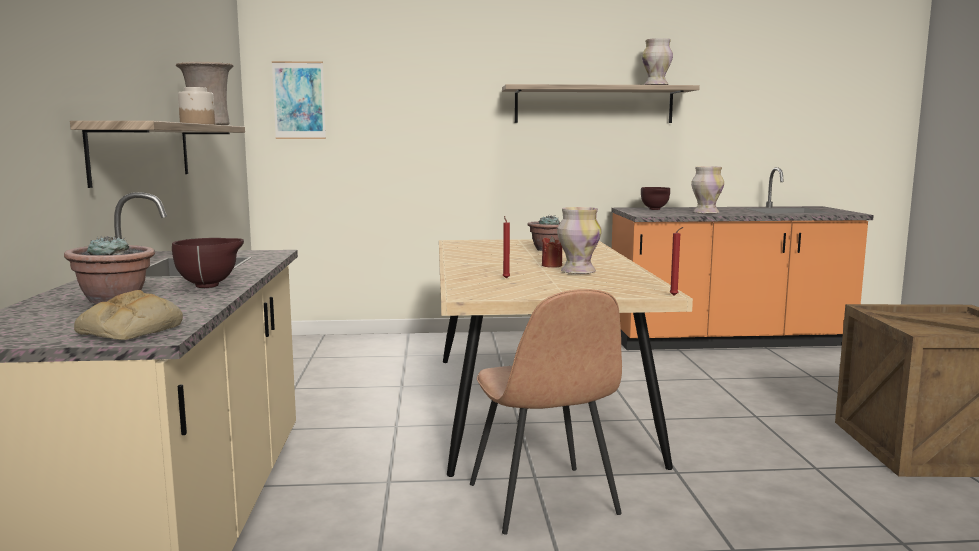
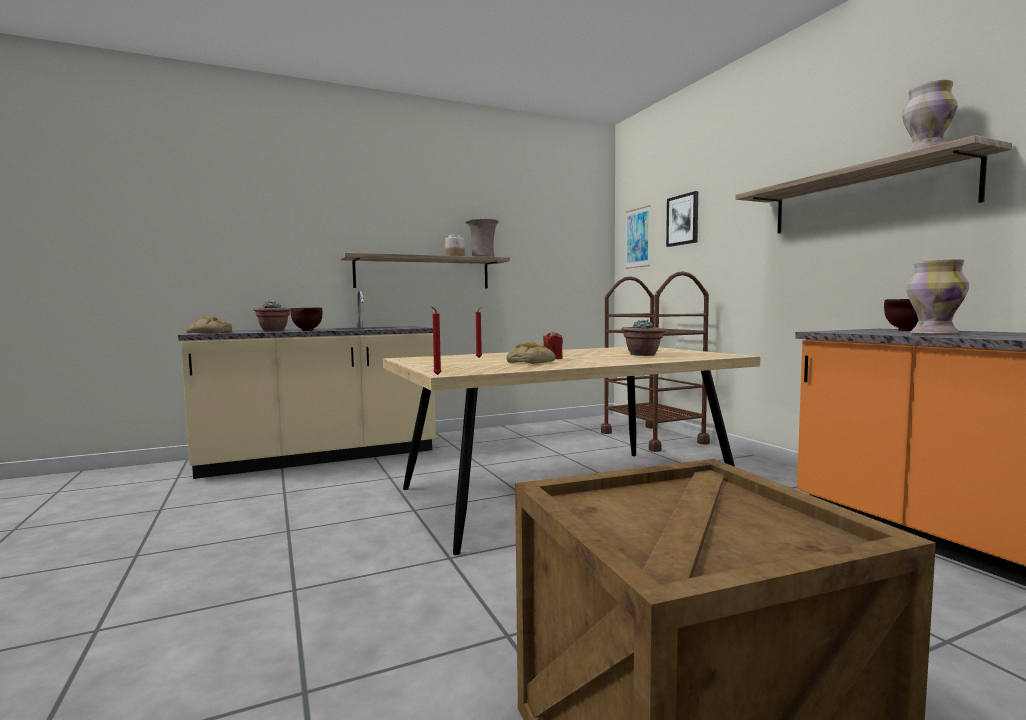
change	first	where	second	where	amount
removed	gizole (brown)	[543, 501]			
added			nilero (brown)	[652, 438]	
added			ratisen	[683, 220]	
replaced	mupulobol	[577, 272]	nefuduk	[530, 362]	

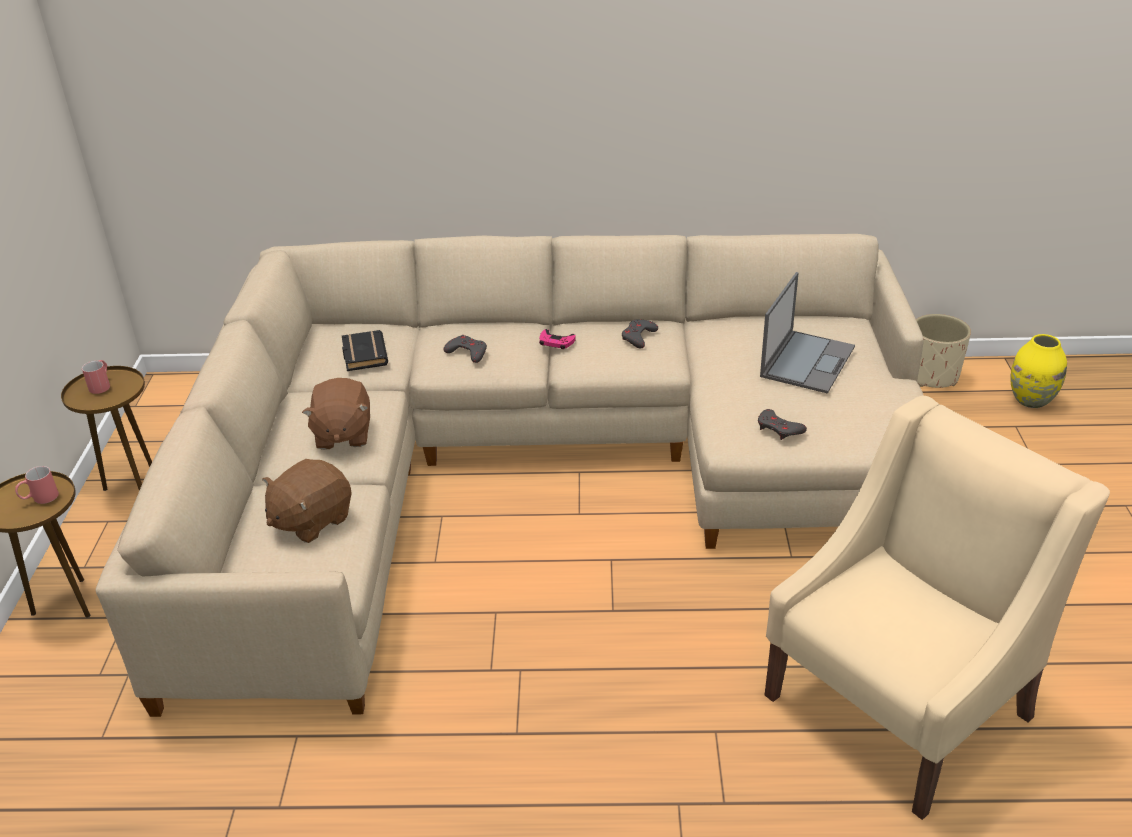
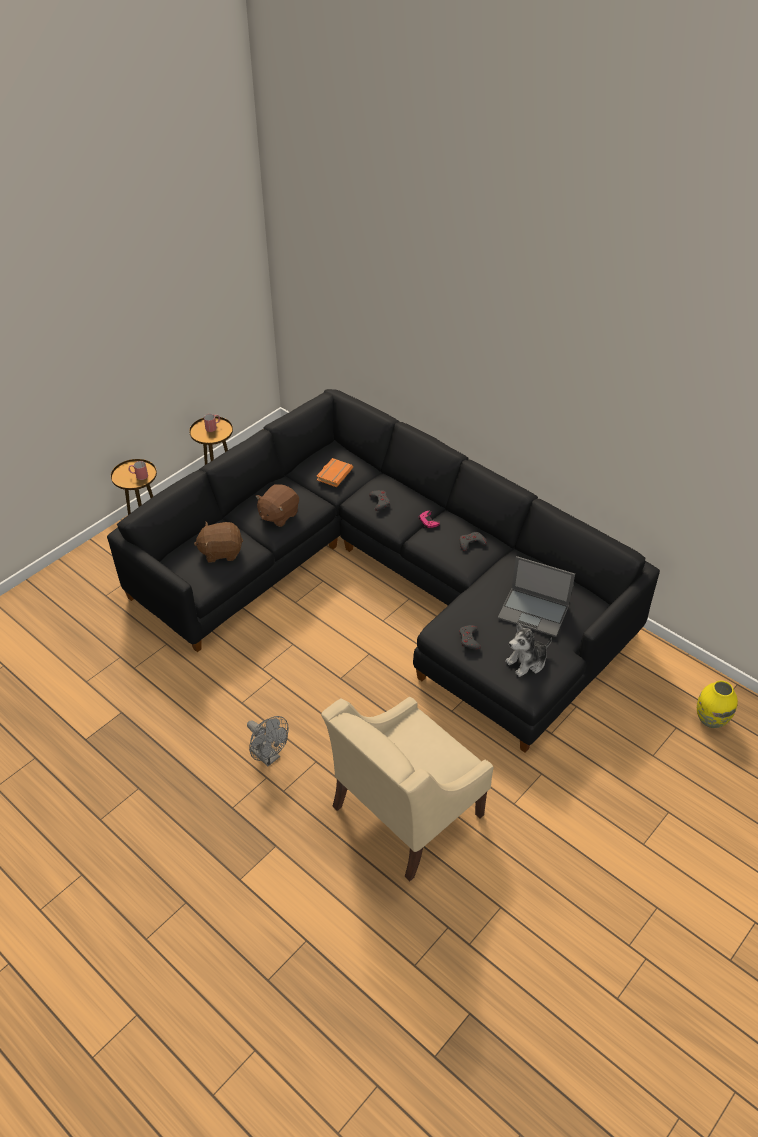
change	first	where	second	where	amount
removed	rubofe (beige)	[932, 376]			
added			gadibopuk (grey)	[268, 756]	
added			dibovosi	[527, 662]	
recoloured	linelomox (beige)	[531, 469]	linelomox (black)	[389, 582]	
recoloured	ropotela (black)	[363, 354]	ropotela (orange)	[334, 474]	
turned	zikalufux	[807, 361]		[534, 612]	45 degrees clockwise
turned	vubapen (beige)	[900, 705]		[406, 811]	135 degrees clockwise

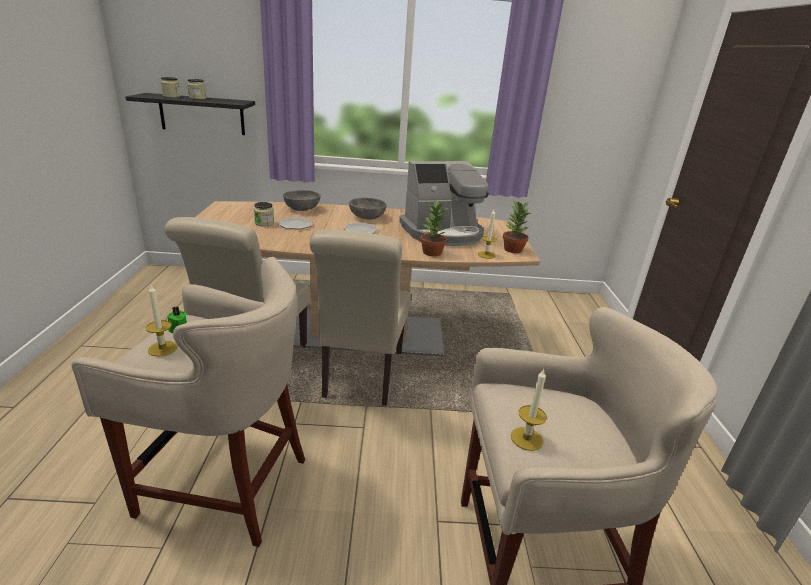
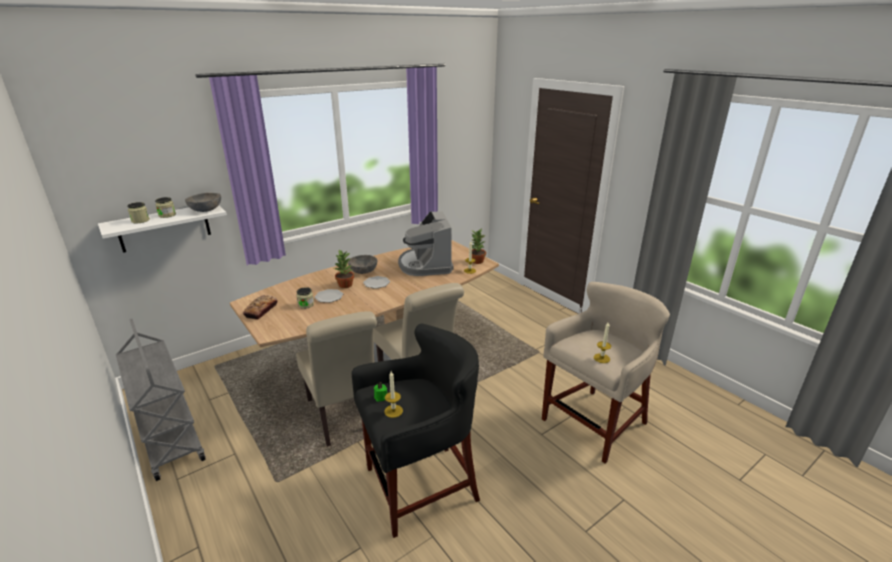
change	first	where	second	where	amount
added			nilero (grey)	[169, 438]	
added			nefuduk	[261, 310]	
moved	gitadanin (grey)	[302, 209]		[206, 210]	
moved	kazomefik	[431, 253]		[345, 285]	
recoloured	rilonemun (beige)	[224, 482]	rilonemun (black)	[420, 487]	
recoloured	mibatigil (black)	[202, 114]	mibatigil (white)	[164, 227]	
turned	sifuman	[443, 233]		[426, 265]	135 degrees clockwise

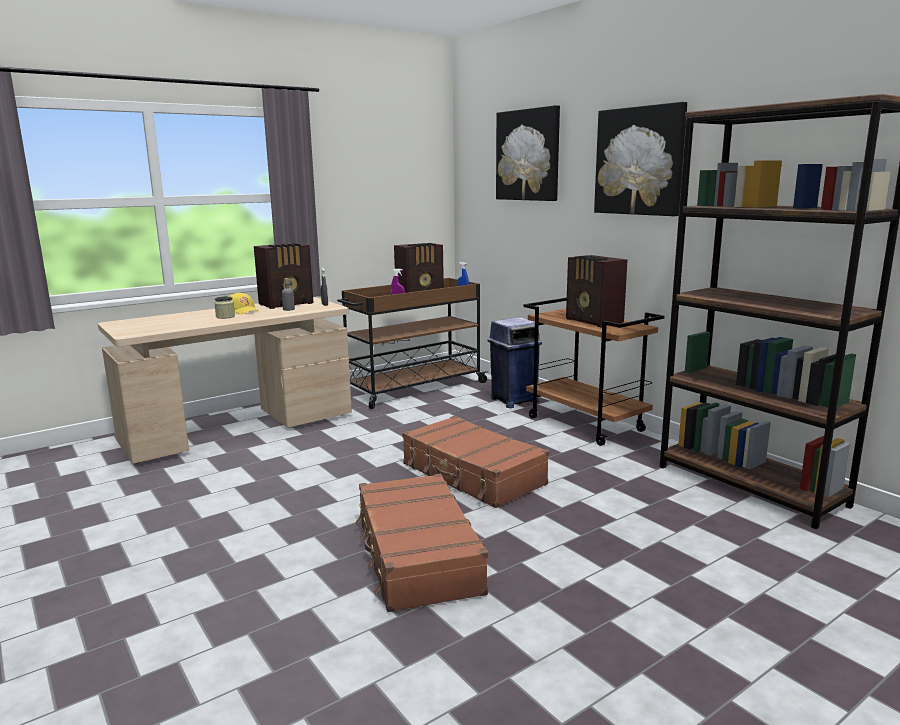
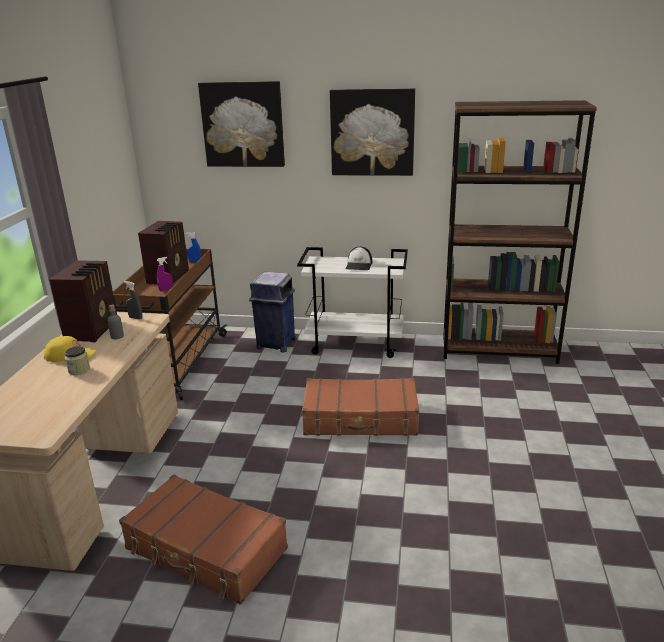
change	first	where	second	where	amount
moved	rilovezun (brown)	[416, 555]		[206, 550]	
replaced	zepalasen	[594, 321]	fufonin	[359, 265]	
recoloured	nilero (brown)	[586, 424]	nilero (white)	[356, 344]	

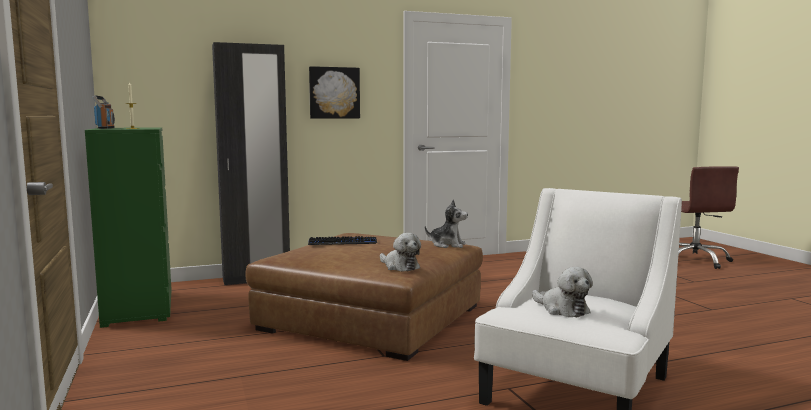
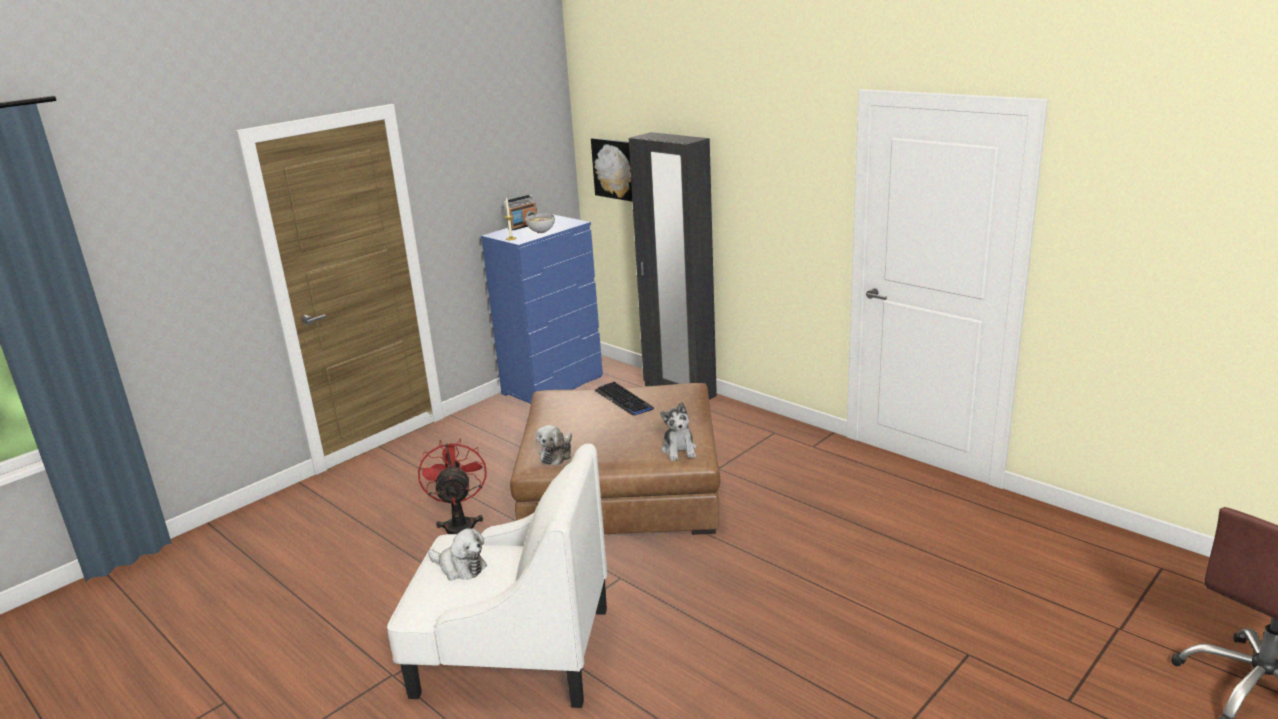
change	first	where	second	where	amount
added			gadibopuk (red)	[460, 525]	
added			gitadanin	[541, 232]	
moved	ratisen	[334, 93]		[617, 168]	
recoloured	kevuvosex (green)	[139, 308]	kevuvosex (blue)	[553, 385]	
turned	dibovosi	[562, 309]		[460, 567]	90 degrees counterclockwise

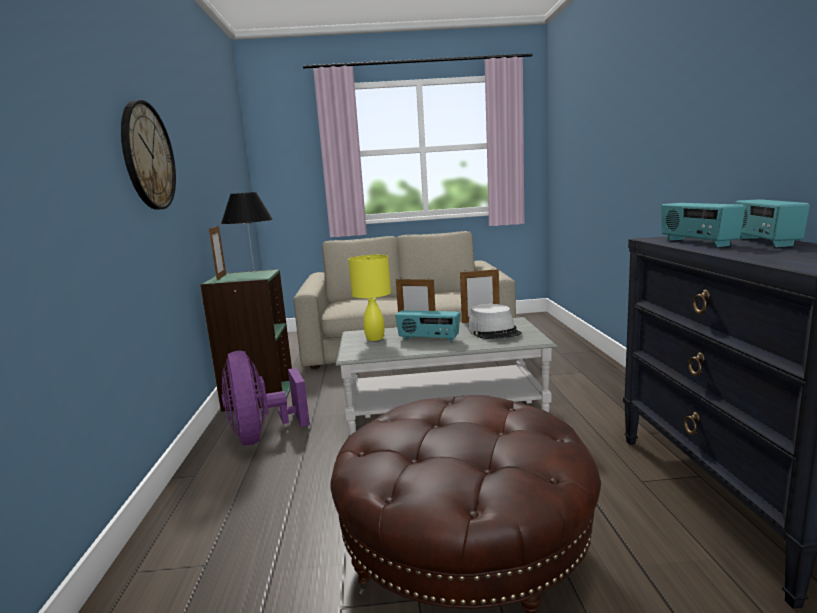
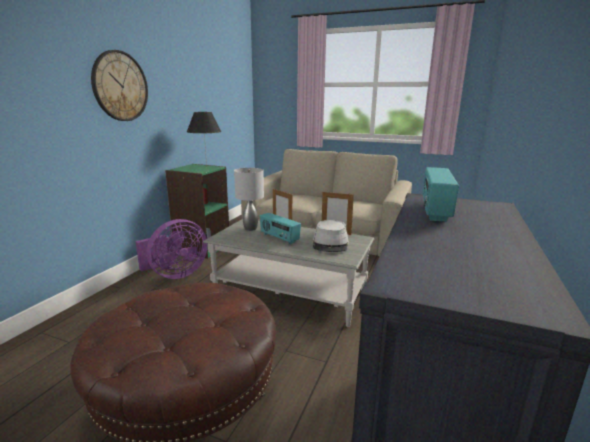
change	first	where	second	where	amount
removed	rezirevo	[221, 277]			
removed	zepalasen	[764, 242]			
recoloured	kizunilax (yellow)	[375, 338]	kizunilax (grey)	[250, 228]	
turned	gadibopuk (purple)	[262, 435]		[175, 274]	135 degrees counterclockwise

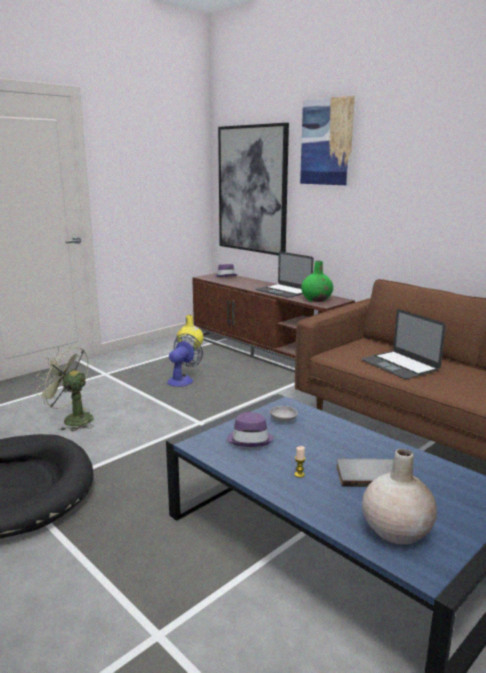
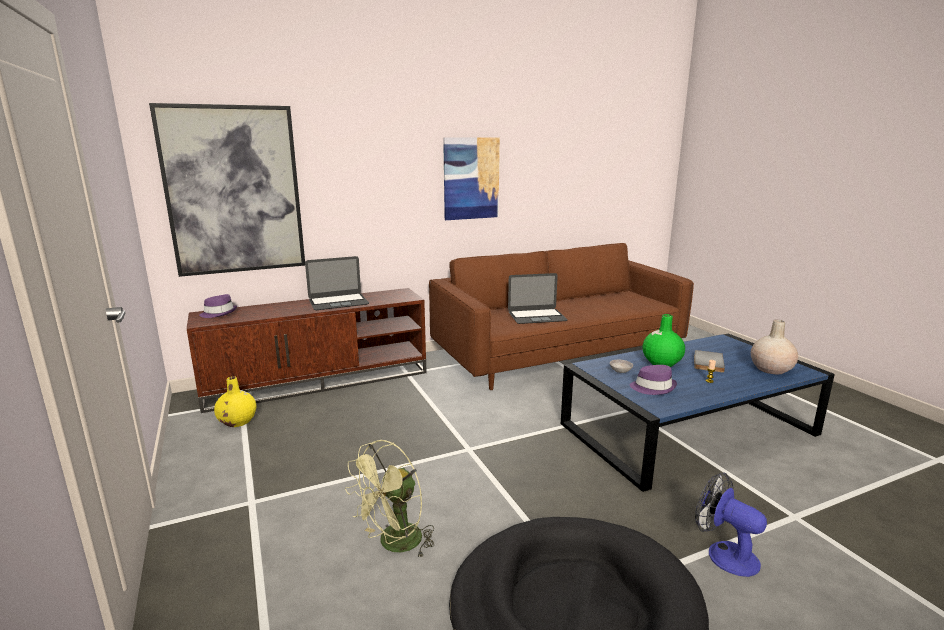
change	first	where	second	where	amount
moved	gadibopuk	[183, 379]		[724, 553]	
moved	ratisen	[326, 142]		[471, 178]	
moved	mupulobol (green)	[316, 299]		[661, 362]	

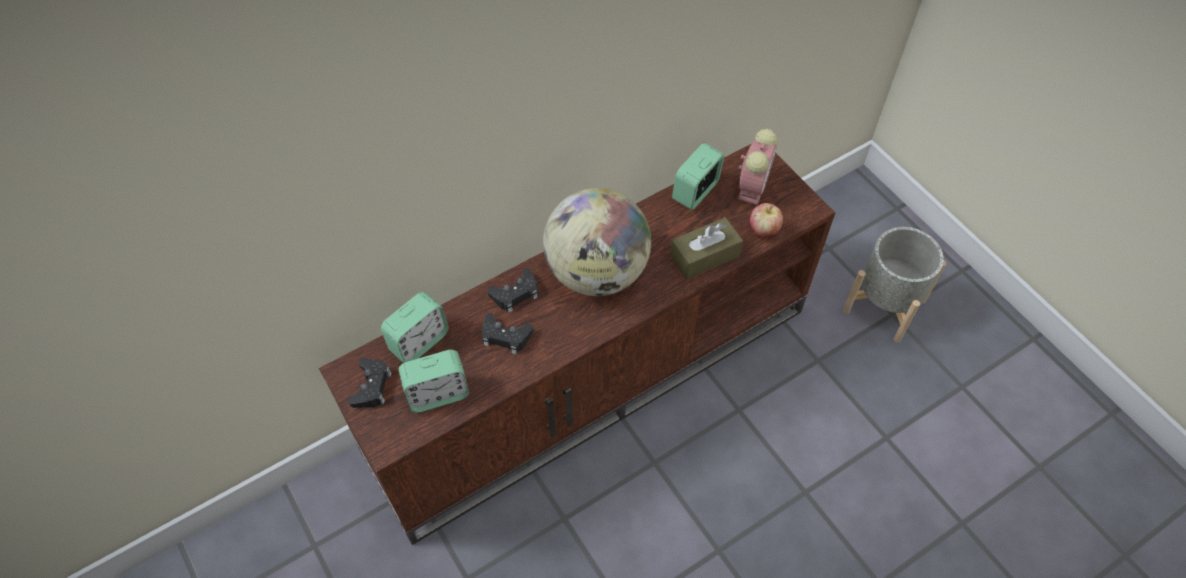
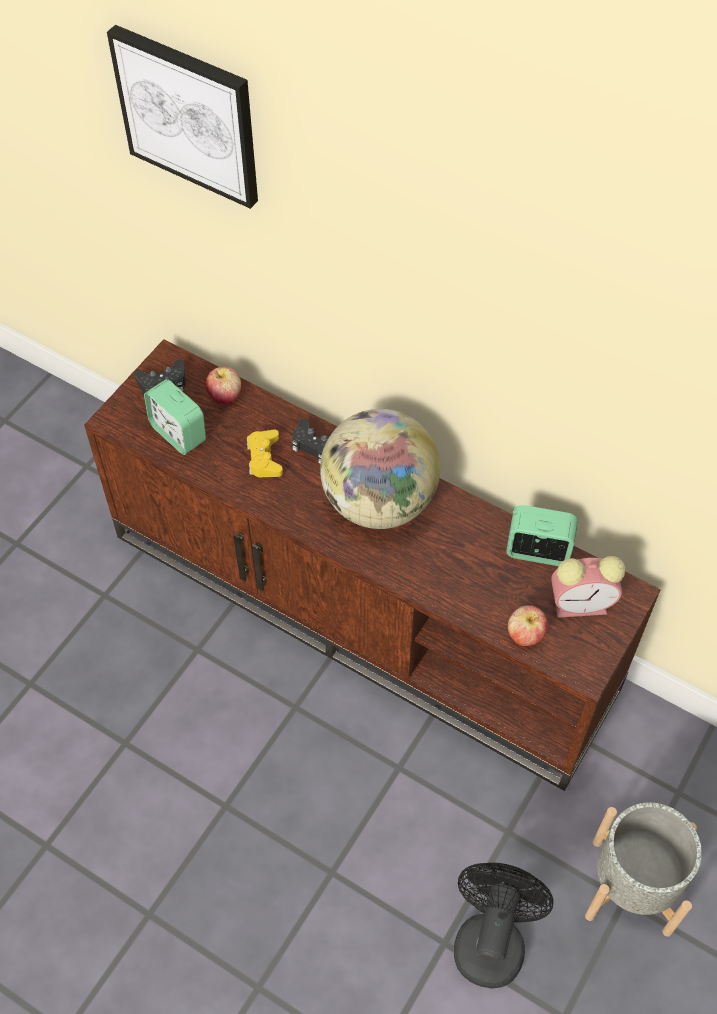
change	first	where	second	where	amount
removed	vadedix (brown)	[704, 256]			
added			ratisen	[189, 115]	
added			gadibopuk (black)	[491, 939]	
replaced	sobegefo	[419, 342]	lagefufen	[225, 396]	
recoloured	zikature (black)	[505, 336]	zikature (yellow)	[264, 458]	

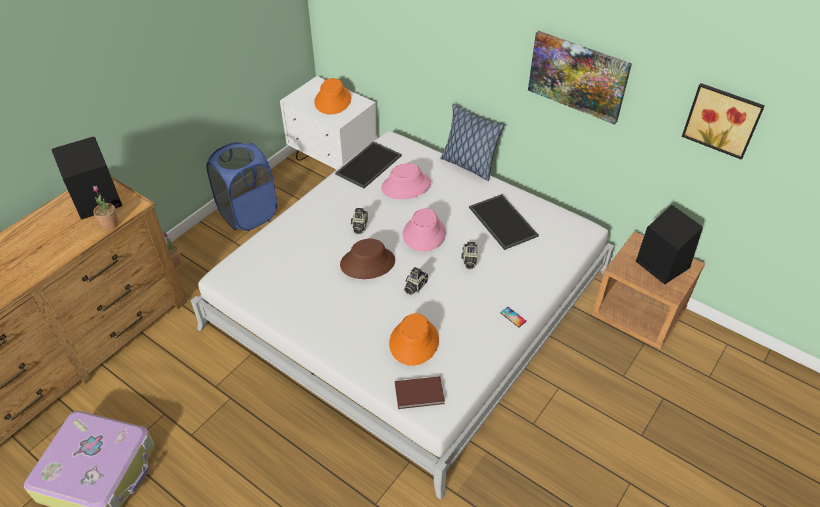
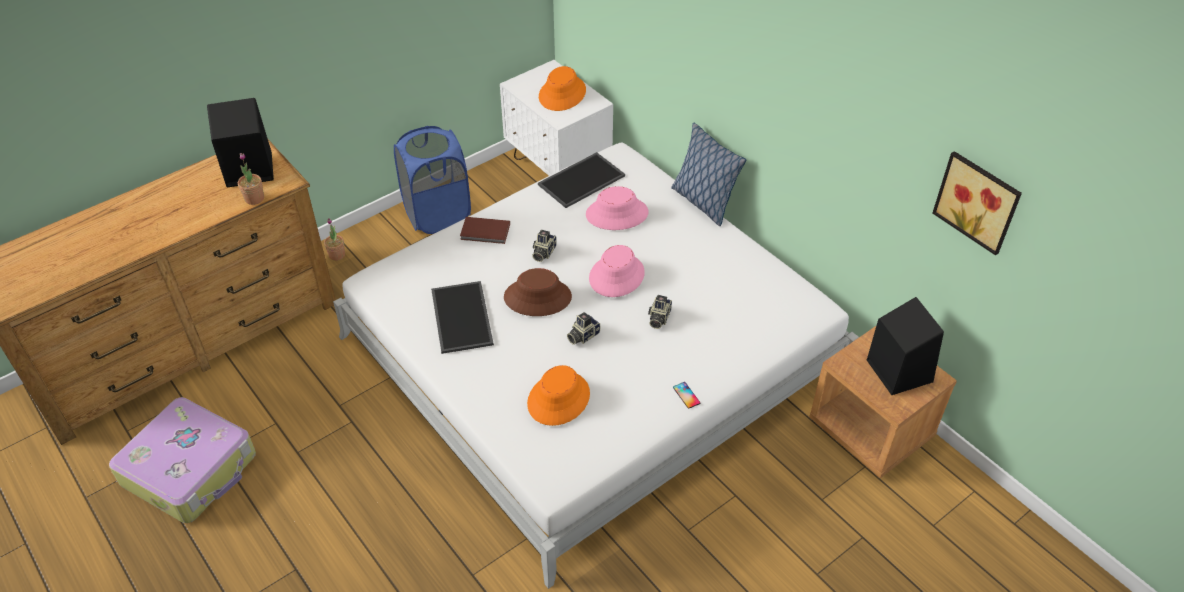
change	first	where	second	where	amount
removed	ratisen	[578, 76]			
moved	ropotela (brown)	[420, 394]		[485, 232]	
moved	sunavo	[501, 221]		[460, 316]	

